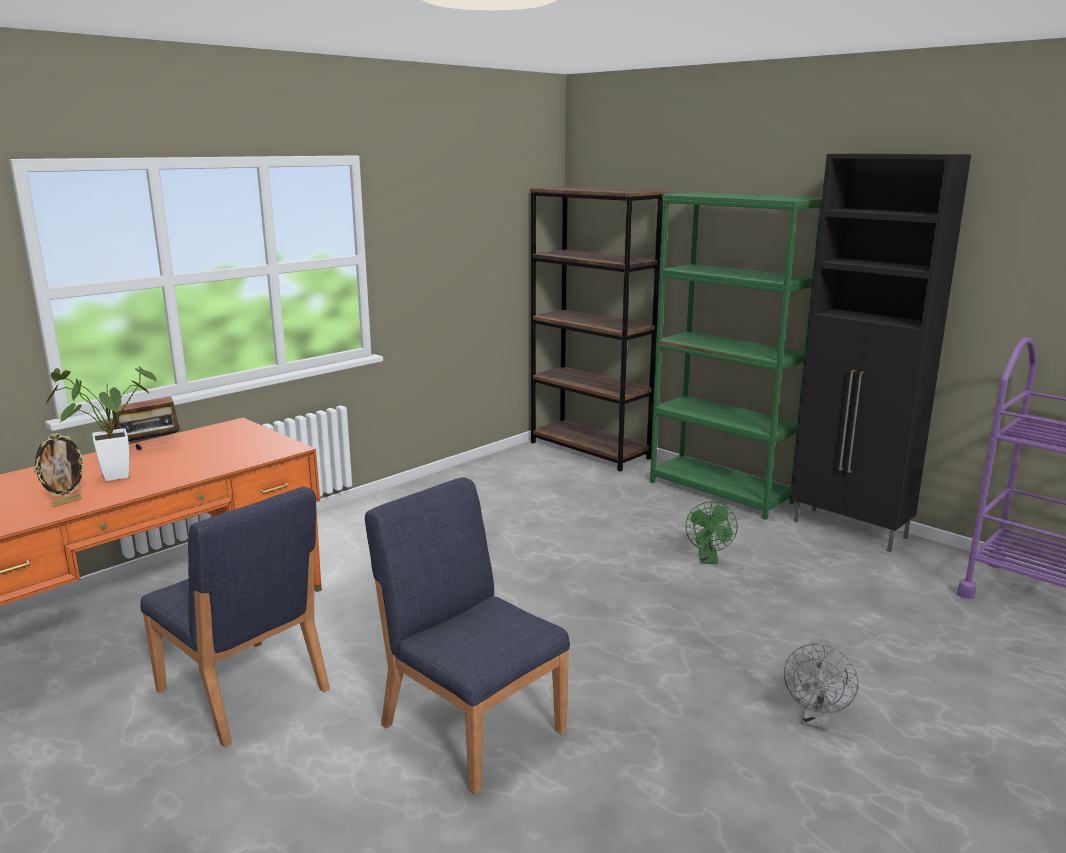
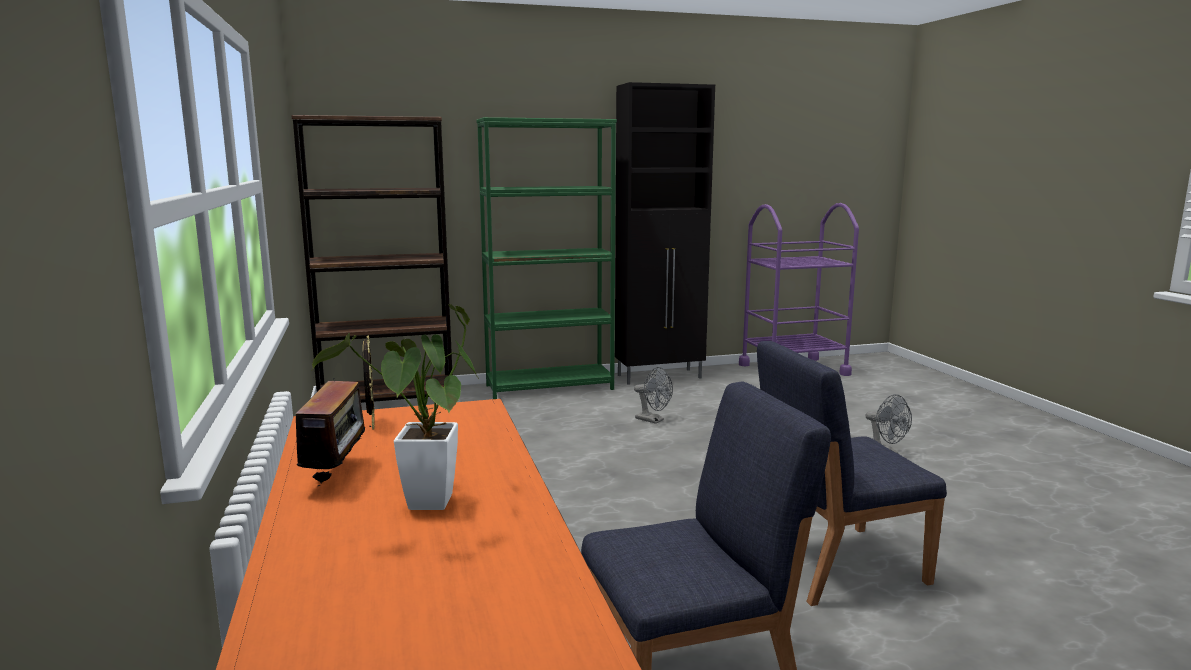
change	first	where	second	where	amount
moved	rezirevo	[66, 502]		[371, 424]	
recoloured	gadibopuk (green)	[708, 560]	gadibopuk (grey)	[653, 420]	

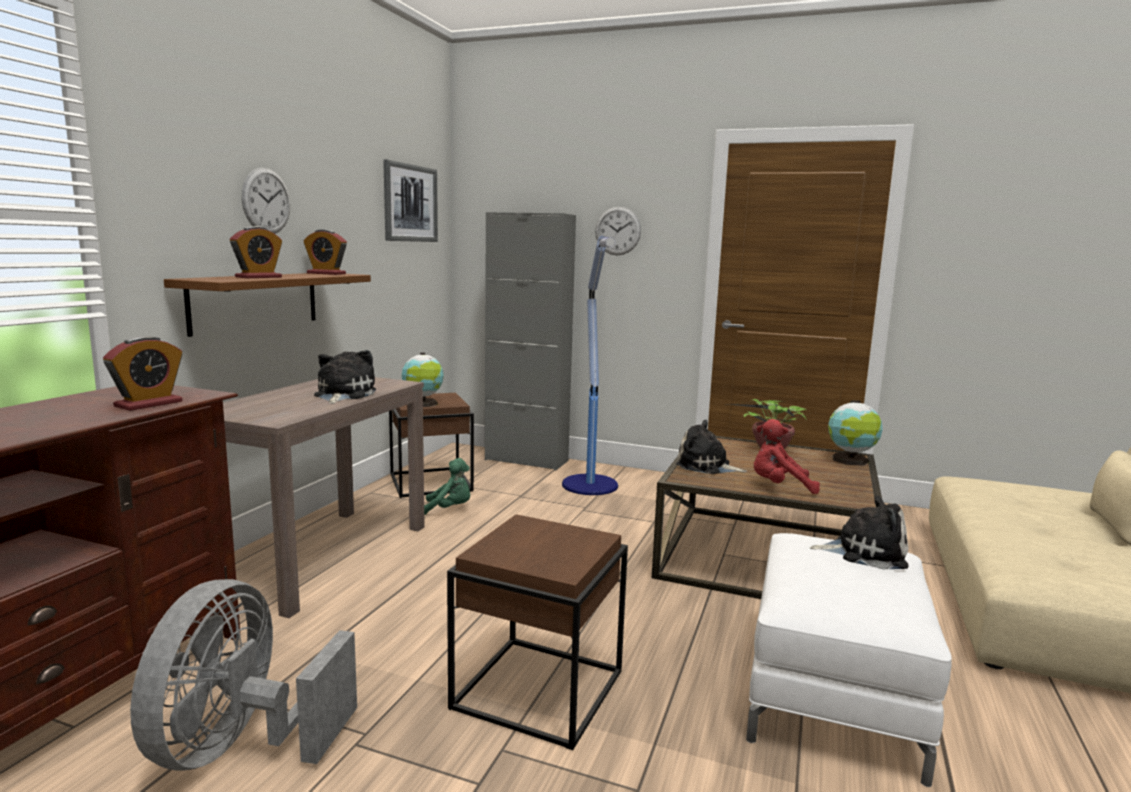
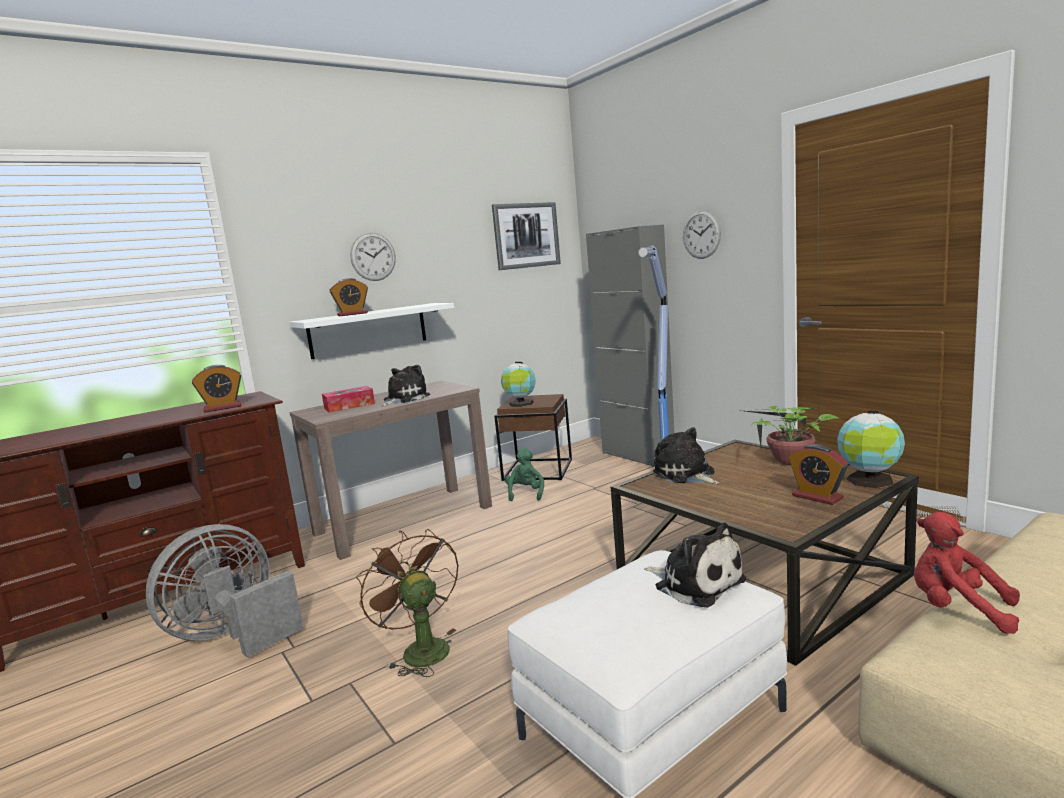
change	first	where	second	where	amount
added			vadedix	[349, 406]	
moved	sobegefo	[326, 273]		[817, 497]	
moved	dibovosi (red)	[779, 487]		[957, 609]	
replaced	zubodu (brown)	[539, 691]	gadibopuk (brown)	[420, 649]	
recoloured	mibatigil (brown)	[256, 301]	mibatigil (white)	[368, 330]	
turned	dibovosi (green)	[449, 509]		[526, 494]	120 degrees counterclockwise

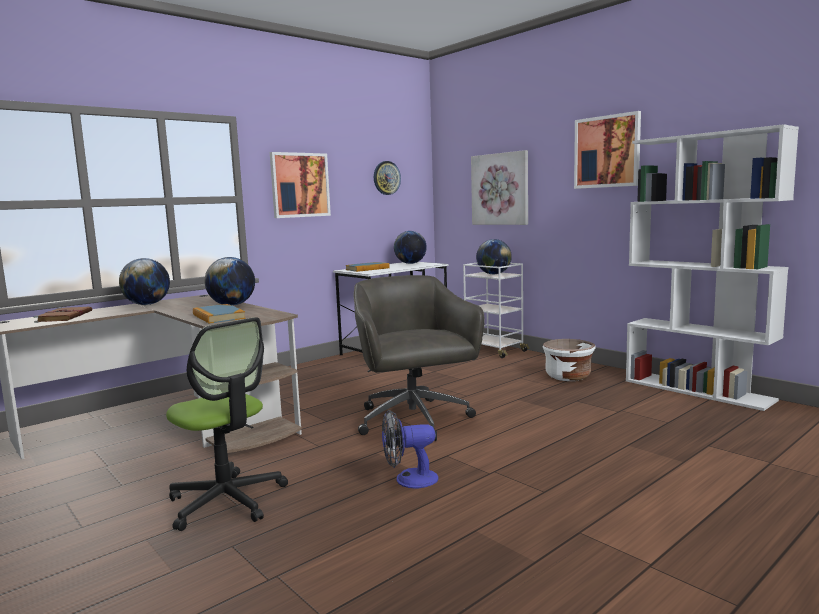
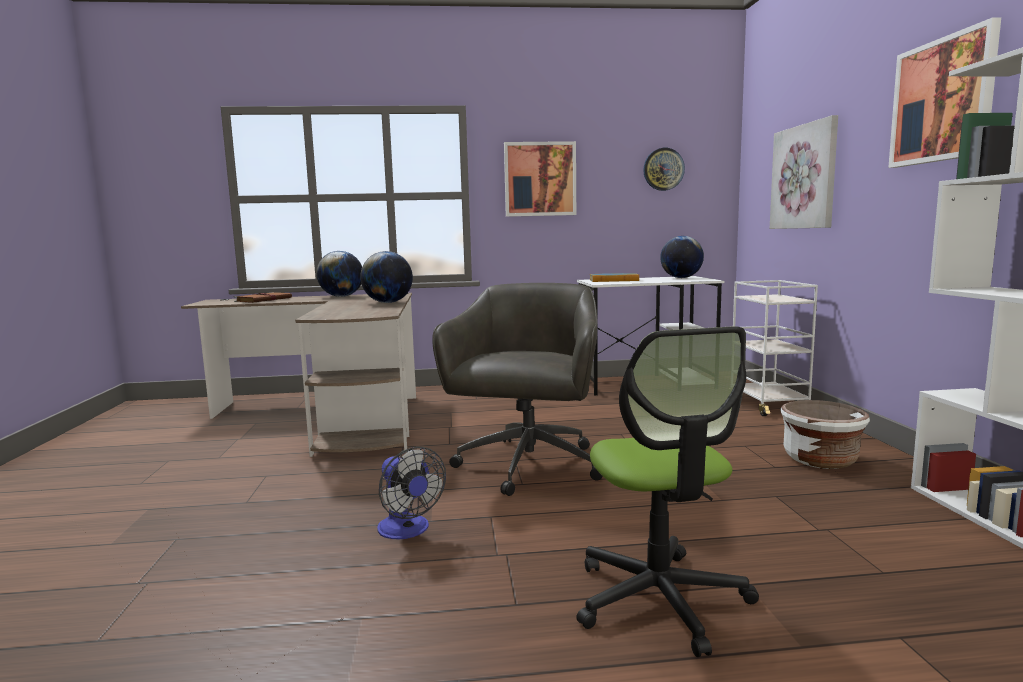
change	first	where	second	where	amount
removed	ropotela	[218, 317]			
removed	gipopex	[493, 274]			
moved	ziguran	[227, 501]		[660, 599]	
turned	gadibopuk	[409, 480]		[407, 530]	150 degrees counterclockwise

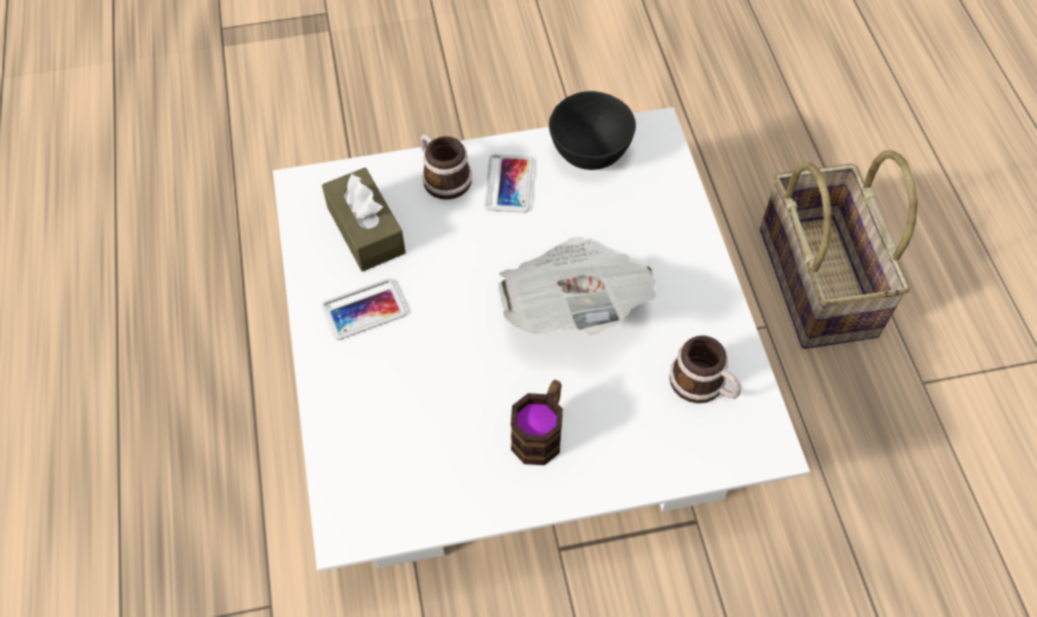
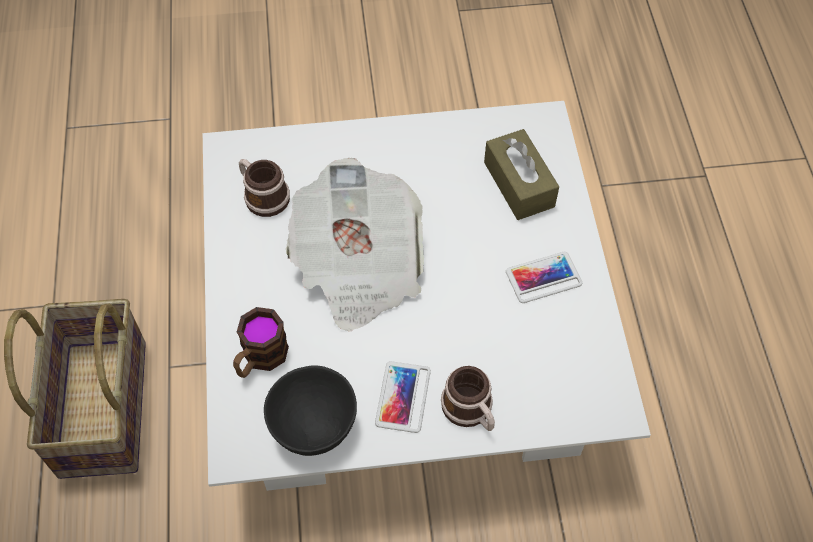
change	first	where	second	where	amount
moved	vadedix (brown)	[366, 230]		[519, 184]	
moved	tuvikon	[541, 432]		[260, 359]	

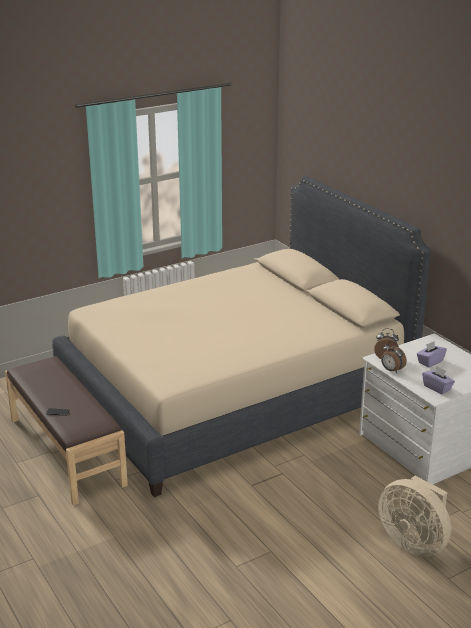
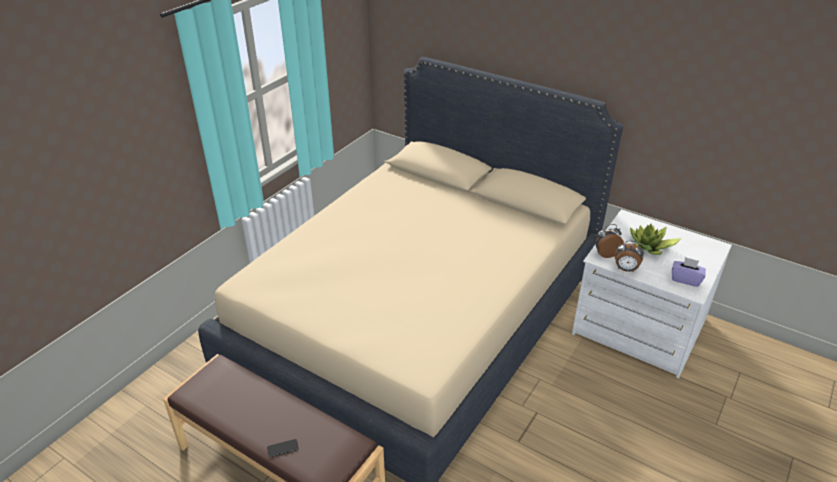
change	first	where	second	where	amount
removed	gadibopuk (beige)	[414, 542]			
replaced	vadedix (purple)	[430, 362]	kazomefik	[650, 247]	

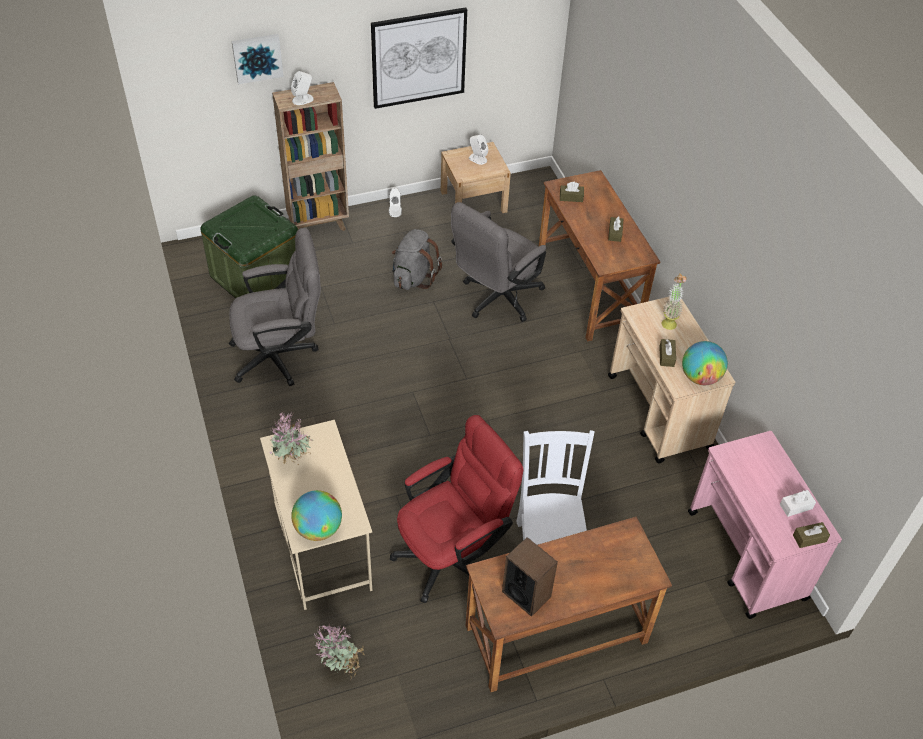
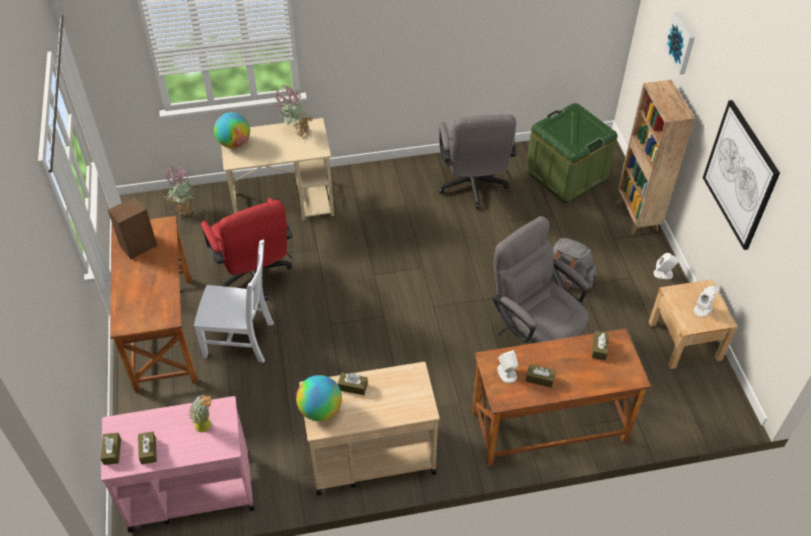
change	first	where	second	where	amount
moved	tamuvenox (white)	[303, 99]		[507, 373]	
moved	kazomefik	[669, 321]		[207, 426]	
recoloured	vadedix (white)	[796, 506]	vadedix (brown)	[148, 451]	

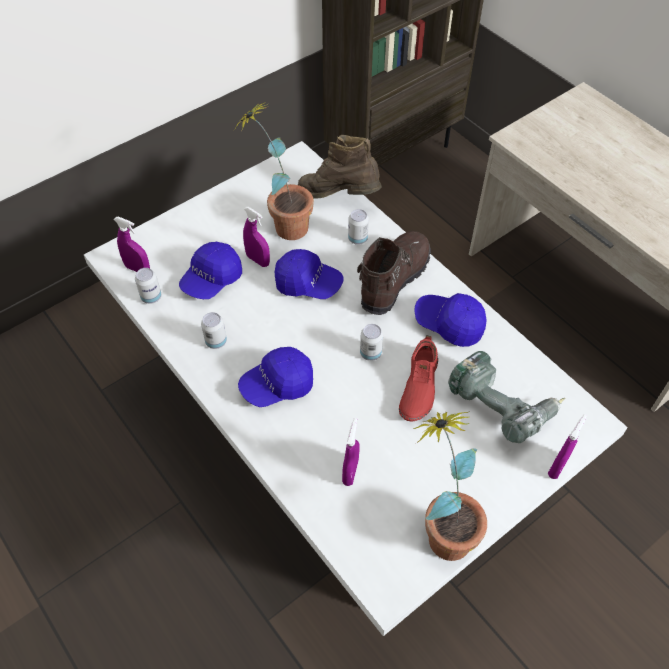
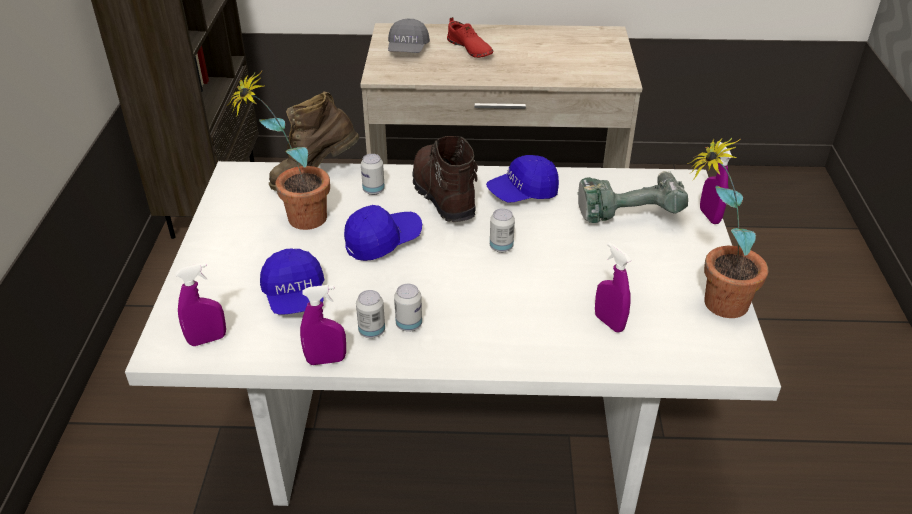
change	first	where	second	where	amount
removed	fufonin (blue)	[277, 385]			
added			fufonin (grey)	[407, 49]	
moved	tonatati	[151, 297]		[409, 325]	
moved	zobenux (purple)	[258, 260]		[326, 360]	
moved	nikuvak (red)	[418, 387]		[469, 49]	

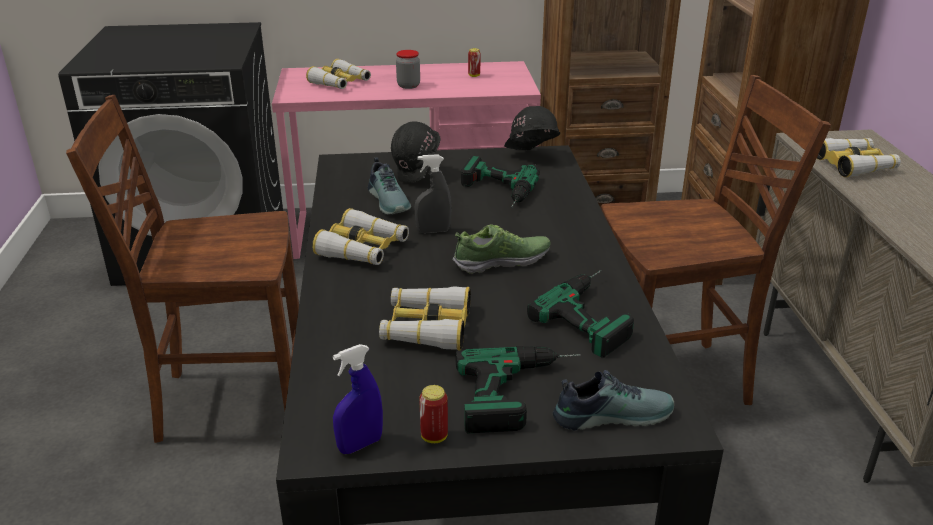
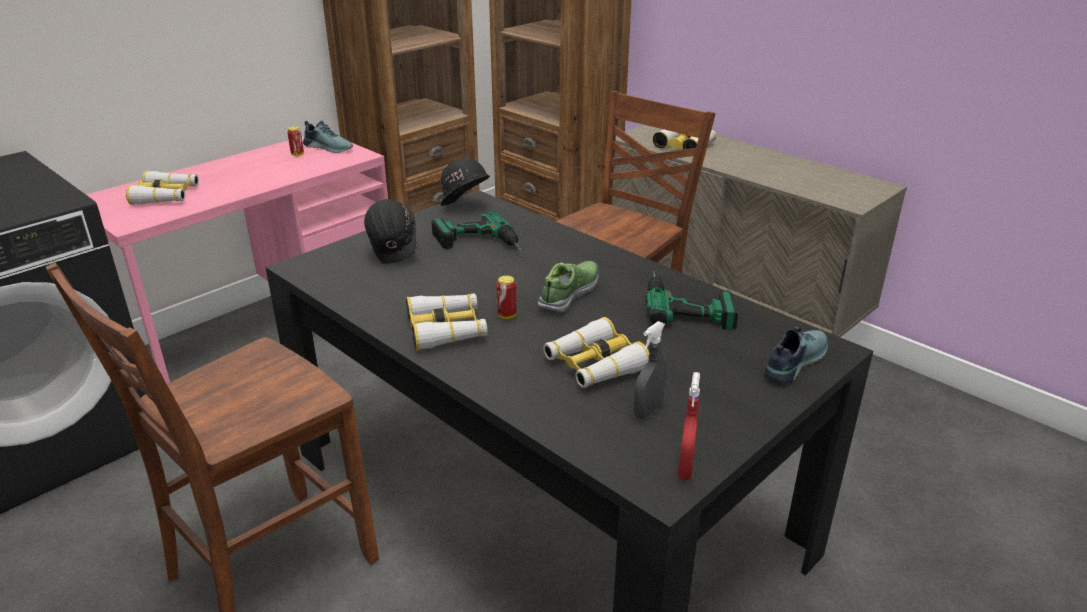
change	first	where	second	where	amount
removed	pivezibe	[408, 86]			
removed	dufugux	[523, 393]			
moved	nikuvak	[390, 201]		[329, 147]	
moved	zobenux (grey)	[433, 231]		[648, 411]	
moved	tonatati	[434, 437]		[507, 315]	
recoloured	zobenux (blue)	[360, 445]	zobenux (red)	[685, 468]	

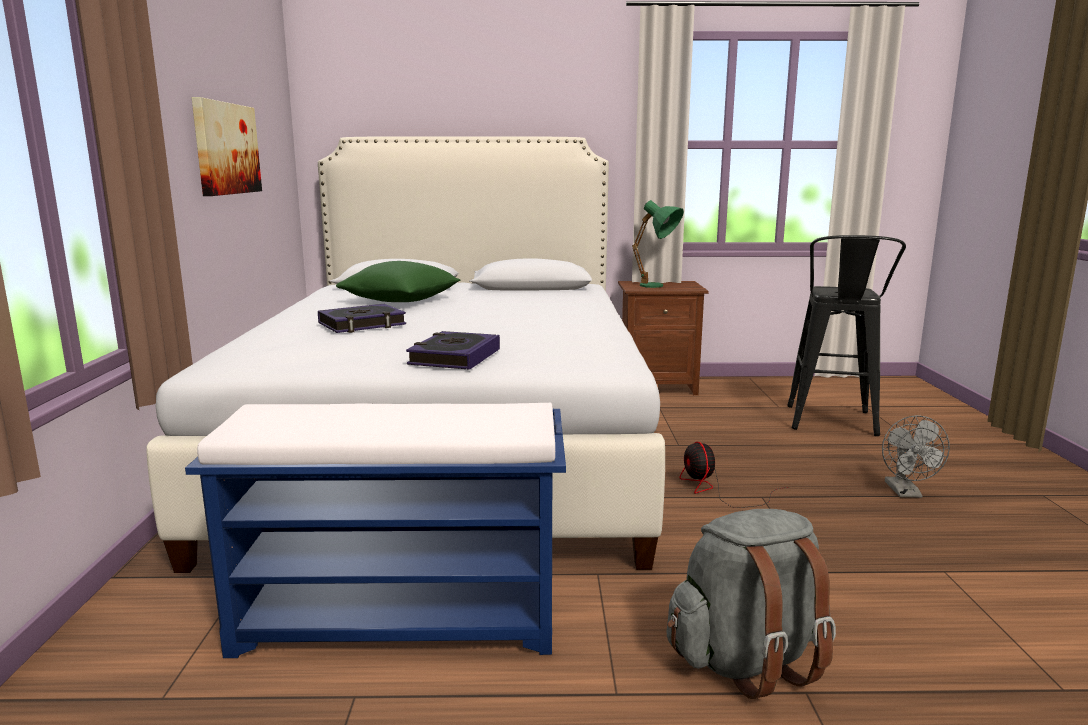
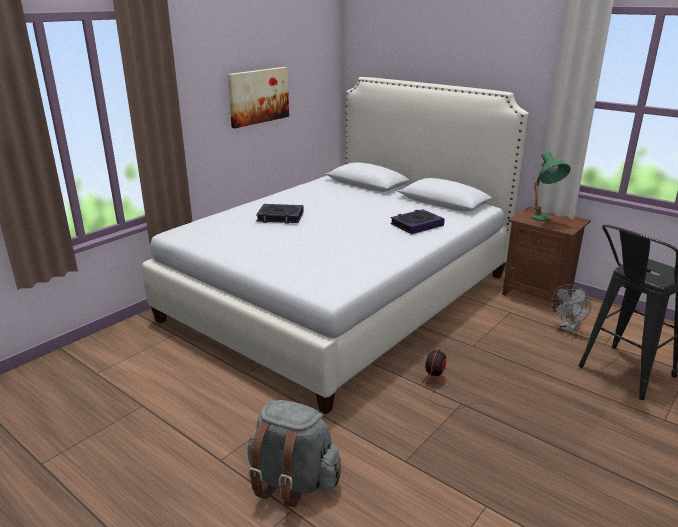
change	first	where	second	where	amount
removed	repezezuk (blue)	[402, 619]			
removed	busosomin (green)	[401, 301]			
moved	ropotela	[454, 357]		[416, 225]	
moved	gadibopuk (grey)	[906, 493]		[568, 328]	

